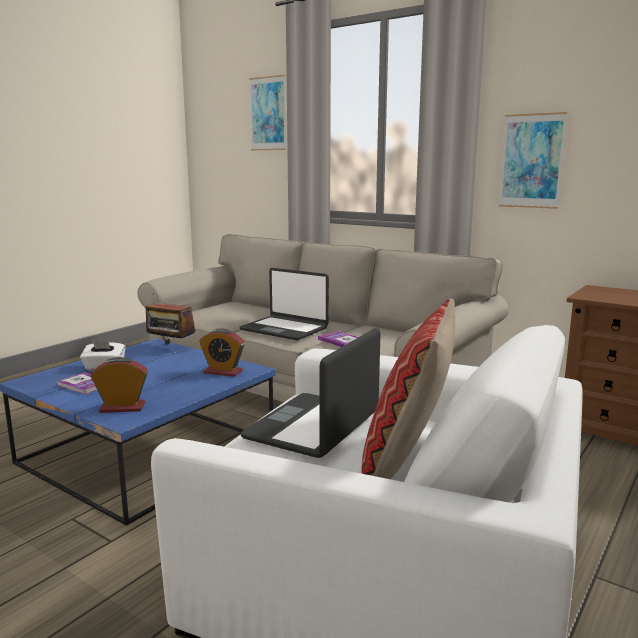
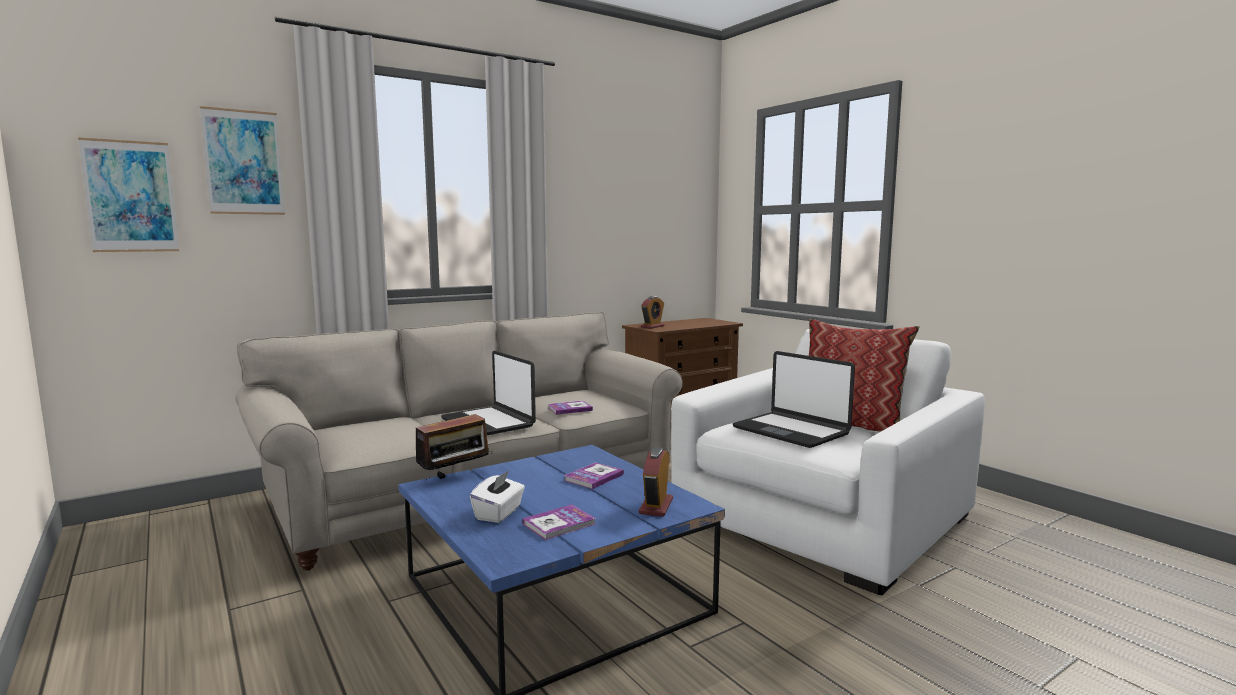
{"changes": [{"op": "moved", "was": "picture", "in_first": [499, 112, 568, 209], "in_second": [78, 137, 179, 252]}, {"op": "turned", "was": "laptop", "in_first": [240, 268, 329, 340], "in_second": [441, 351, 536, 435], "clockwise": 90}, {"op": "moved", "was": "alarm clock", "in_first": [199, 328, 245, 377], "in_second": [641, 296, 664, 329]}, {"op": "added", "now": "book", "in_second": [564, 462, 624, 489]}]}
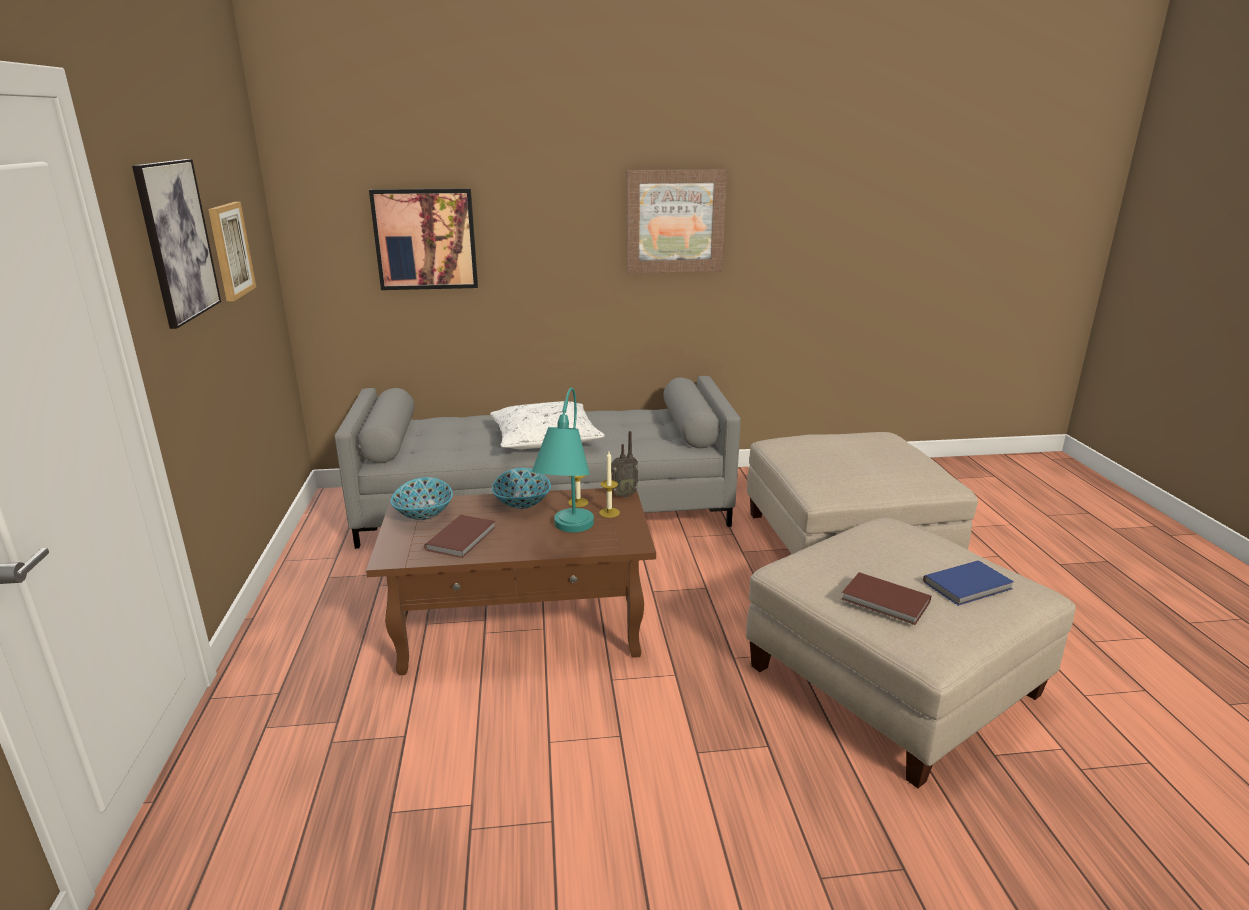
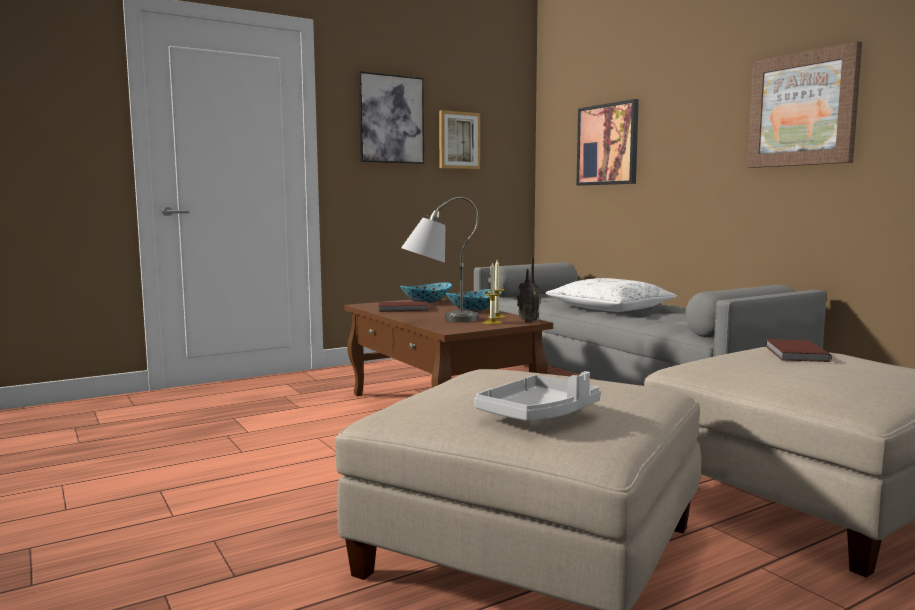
{"changes": [{"op": "recoloured", "was": "table lamp (turquoise)", "now": "table lamp (grey)", "in_first": [532, 388, 594, 532], "in_second": [401, 197, 479, 322]}, {"op": "replaced", "was": "book (blue)", "now": "tray (grey)", "in_first": [923, 560, 1014, 606], "in_second": [474, 371, 601, 421]}, {"op": "moved", "was": "book (brown)", "in_first": [841, 572, 931, 625], "in_second": [765, 339, 832, 362]}]}
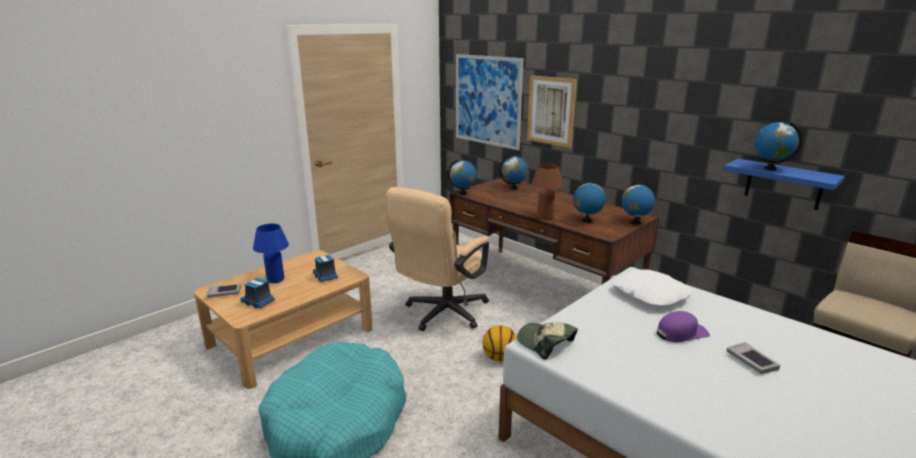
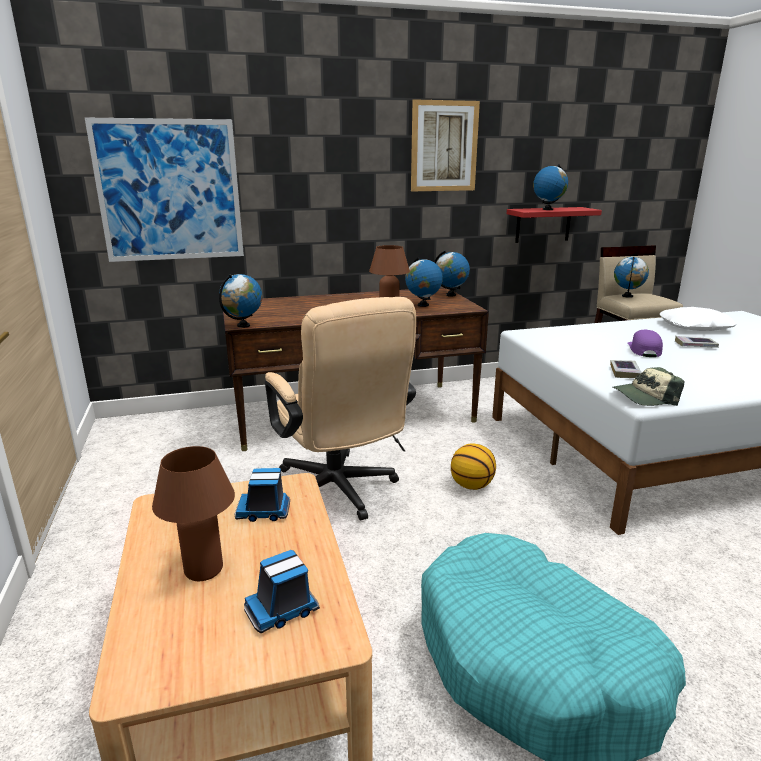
{"changes": [{"op": "moved", "was": "picture", "in_first": [527, 75, 577, 148], "in_second": [411, 99, 480, 191]}, {"op": "moved", "was": "globe", "in_first": [500, 156, 528, 190], "in_second": [614, 257, 649, 298]}, {"op": "recoloured", "was": "shelf (blue)", "now": "shelf (red)", "in_first": [724, 159, 845, 210], "in_second": [507, 207, 602, 243]}, {"op": "recoloured", "was": "table lamp (blue)", "now": "table lamp (brown)", "in_first": [253, 224, 289, 283], "in_second": [152, 446, 235, 581]}, {"op": "moved", "was": "pillow (white)", "in_first": [613, 269, 692, 307], "in_second": [660, 307, 736, 331]}, {"op": "moved", "was": "book", "in_first": [207, 284, 241, 298], "in_second": [610, 360, 642, 378]}]}
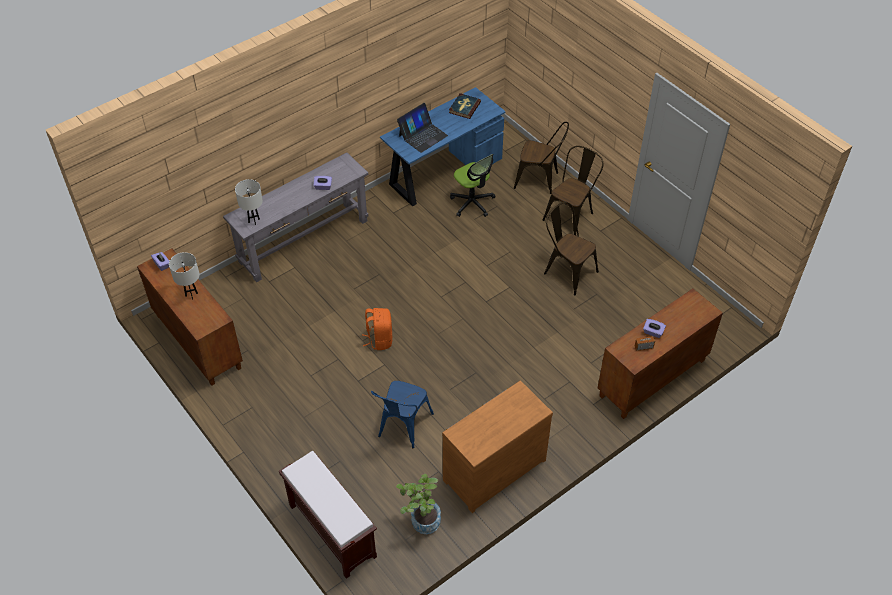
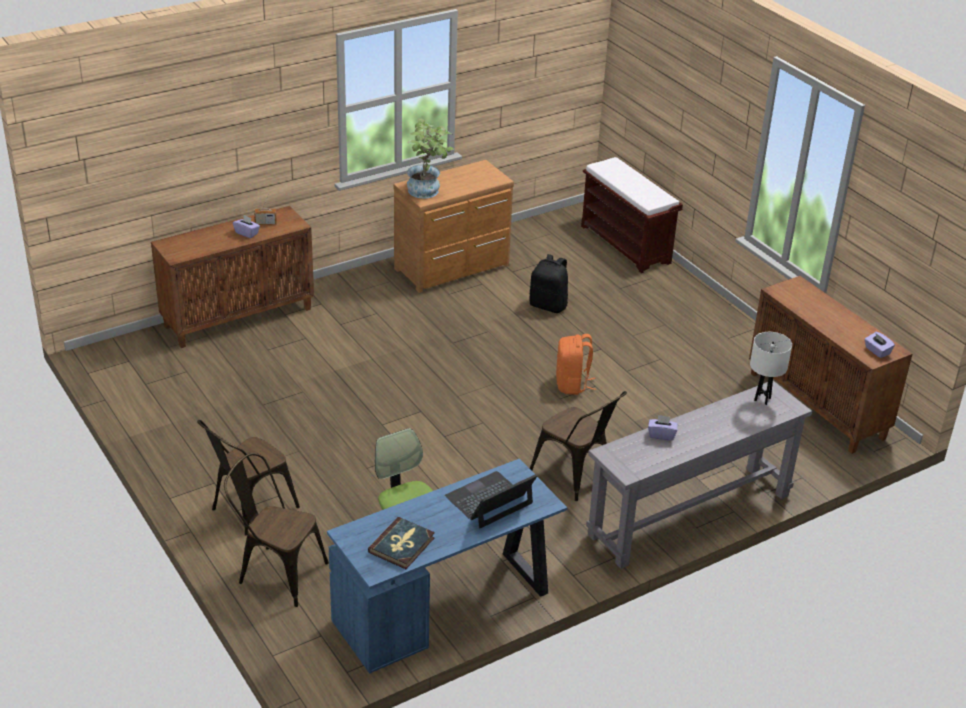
{"changes": [{"op": "moved", "was": "chair (brown)", "in_first": [544, 202, 599, 295], "in_second": [530, 391, 627, 501]}, {"op": "removed", "was": "table lamp (white)", "in_first": [169, 252, 199, 299]}, {"op": "replaced", "was": "chair (blue)", "now": "backpack (black)", "in_first": [371, 381, 434, 448], "in_second": [529, 254, 568, 313]}, {"op": "moved", "was": "potted plant", "in_first": [396, 474, 441, 534], "in_second": [407, 118, 454, 199]}]}
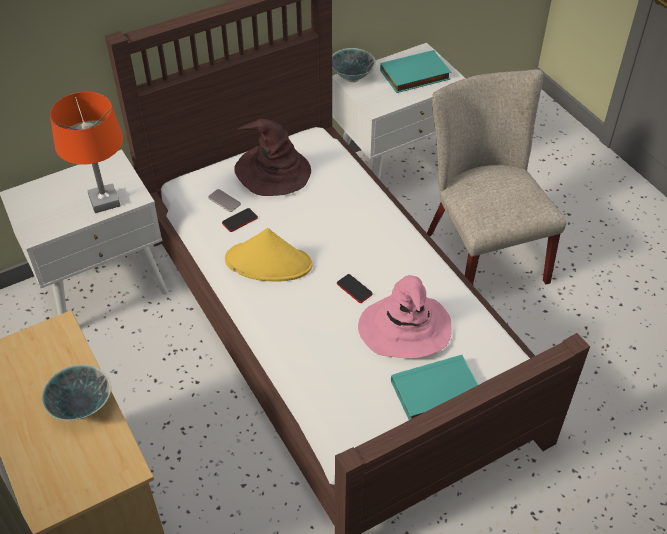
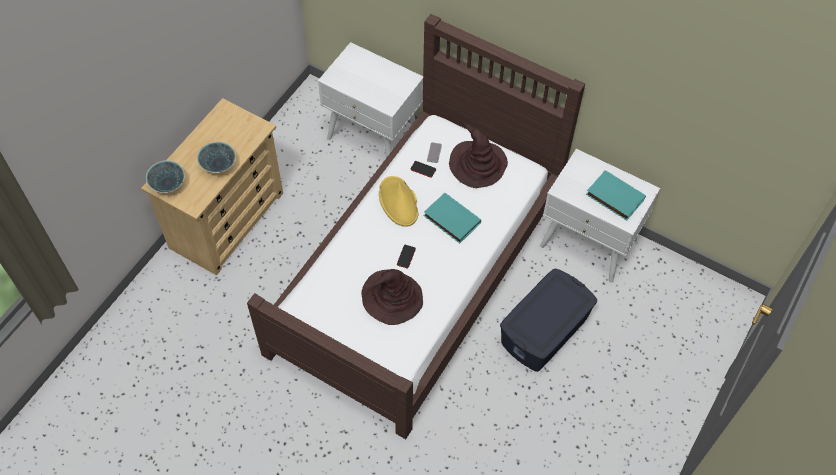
{"changes": [{"op": "moved", "was": "bowl", "in_first": [332, 48, 376, 82], "in_second": [146, 160, 185, 193]}, {"op": "replaced", "was": "chair (beige)", "now": "storage box (blue)", "in_first": [427, 69, 566, 285], "in_second": [500, 269, 597, 372]}, {"op": "removed", "was": "table lamp (orange)", "in_first": [50, 92, 123, 213]}, {"op": "recoloured", "was": "hat (pink)", "now": "hat (brown)", "in_first": [358, 275, 452, 358], "in_second": [361, 269, 423, 325]}, {"op": "moved", "was": "book (turquoise)", "in_first": [391, 355, 478, 420], "in_second": [423, 192, 481, 243]}]}
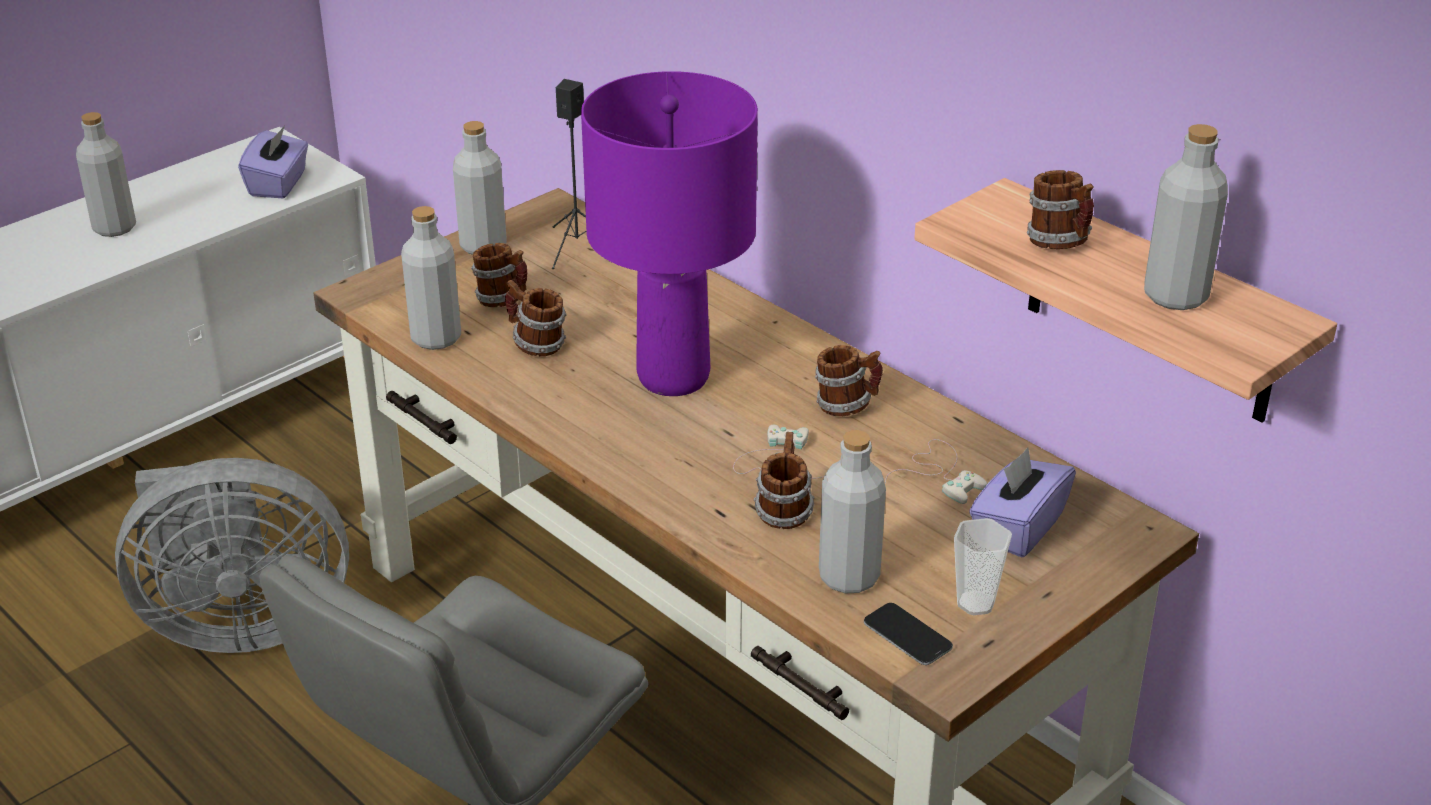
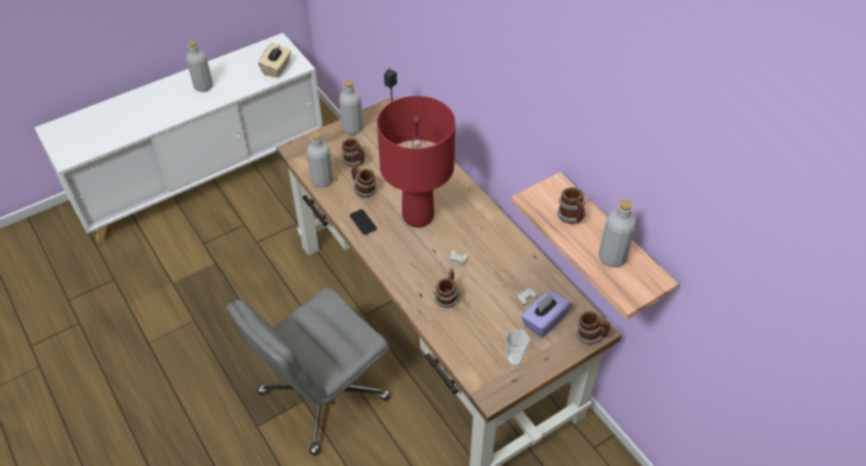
{"changes": [{"op": "recoloured", "was": "table lamp (purple)", "now": "table lamp (red)", "in_first": [581, 71, 758, 396], "in_second": [377, 96, 455, 228]}, {"op": "recoloured", "was": "tissue box (purple)", "now": "tissue box (beige)", "in_first": [238, 126, 308, 199], "in_second": [258, 43, 291, 78]}, {"op": "moved", "was": "mug", "in_first": [815, 345, 883, 416], "in_second": [577, 311, 610, 345]}, {"op": "removed", "was": "bottle (grey)", "in_first": [819, 430, 886, 593]}, {"op": "removed", "was": "fan (grey)", "in_first": [115, 458, 349, 653]}, {"op": "moved", "was": "phone", "in_first": [864, 603, 953, 665], "in_second": [350, 209, 377, 235]}]}
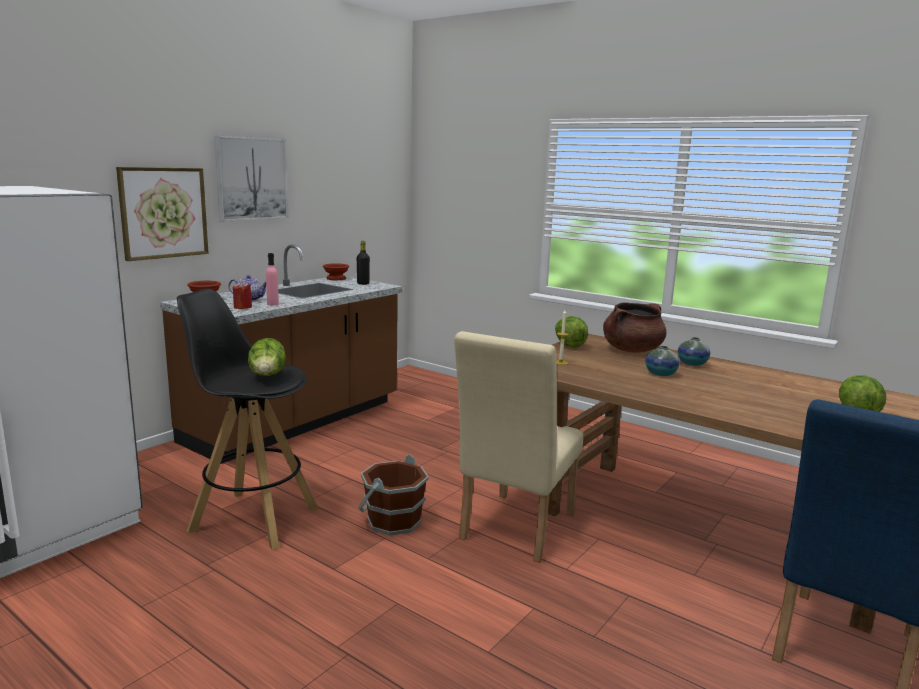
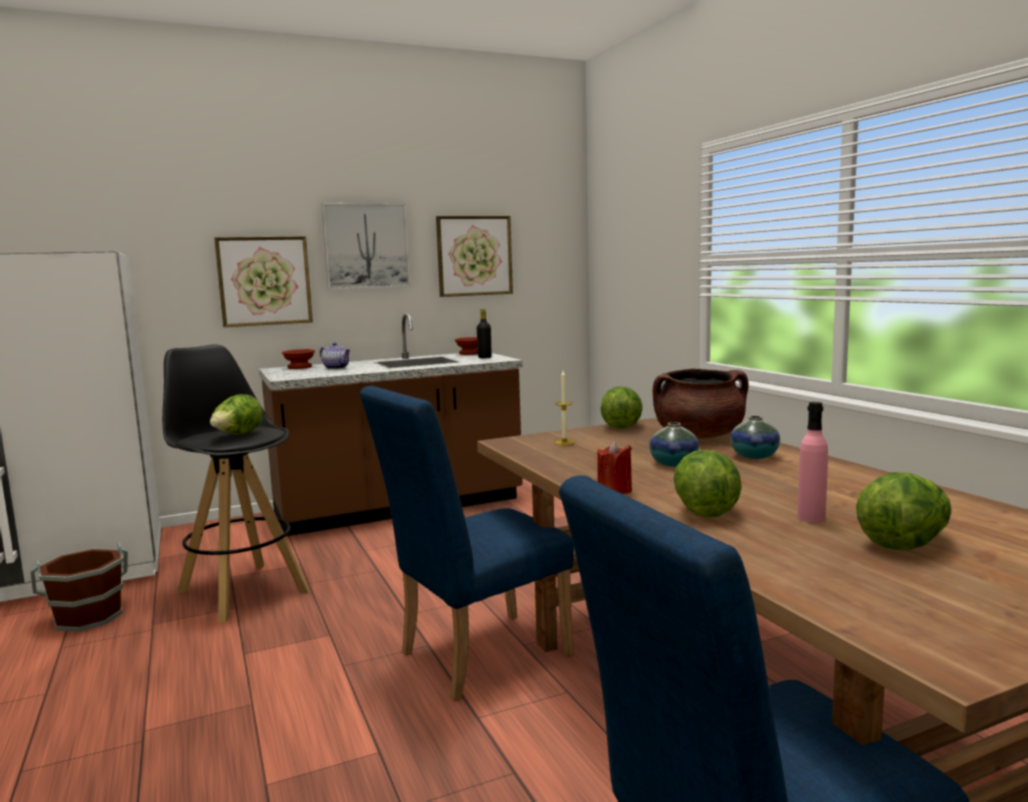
{"changes": [{"op": "moved", "was": "bottle (pink)", "in_first": [266, 253, 279, 305], "in_second": [797, 402, 828, 523]}, {"op": "moved", "was": "candle (red)", "in_first": [233, 282, 252, 309], "in_second": [597, 441, 632, 494]}, {"op": "recoloured", "was": "chair (beige)", "now": "chair (blue)", "in_first": [454, 331, 583, 563], "in_second": [359, 386, 574, 702]}, {"op": "moved", "was": "bucket (brown)", "in_first": [358, 454, 429, 536], "in_second": [30, 543, 127, 632]}, {"op": "added", "now": "picture", "in_second": [436, 216, 513, 297]}, {"op": "added", "now": "lettuce", "in_second": [674, 449, 742, 518]}]}
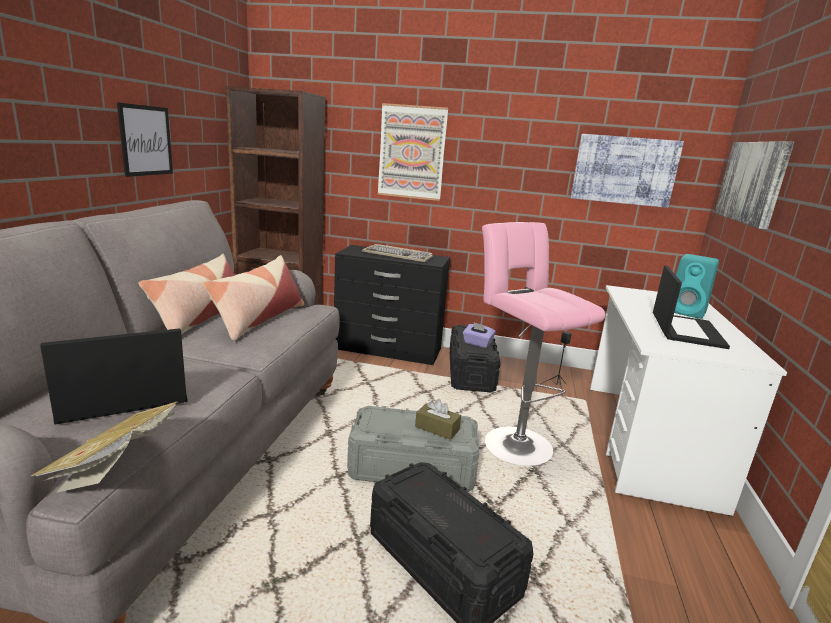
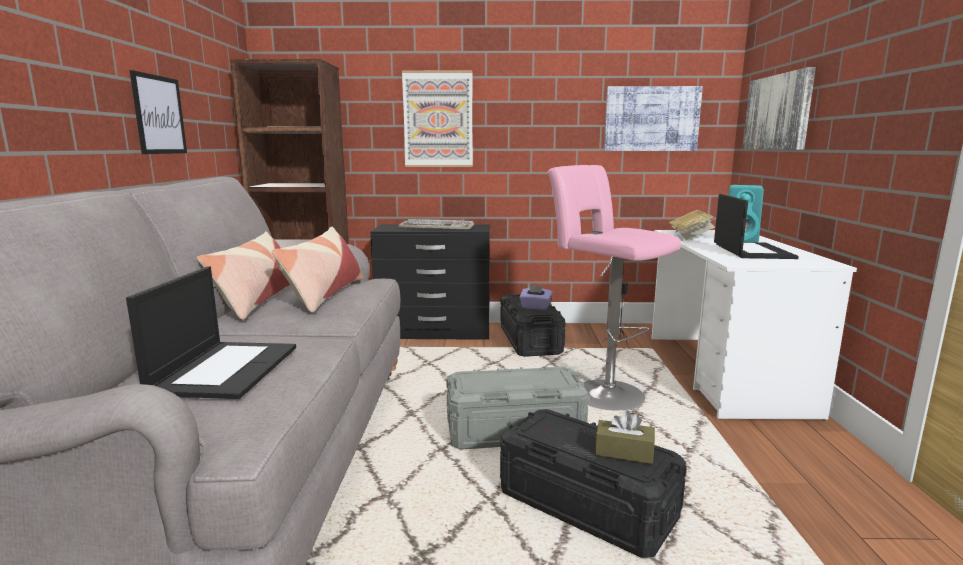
{"changes": [{"op": "turned", "was": "laptop", "in_first": [40, 329, 187, 424], "in_second": [126, 266, 296, 399], "clockwise": 135}, {"op": "moved", "was": "tissue box (brown)", "in_first": [415, 399, 461, 440], "in_second": [595, 410, 655, 464]}, {"op": "moved", "was": "book", "in_first": [31, 401, 178, 493], "in_second": [669, 210, 715, 240]}]}
